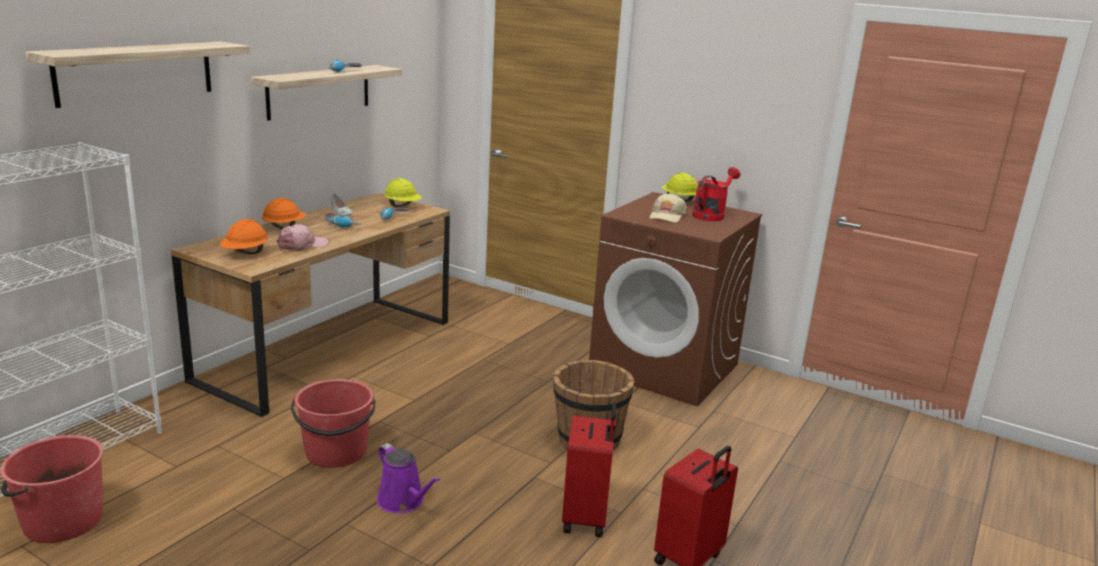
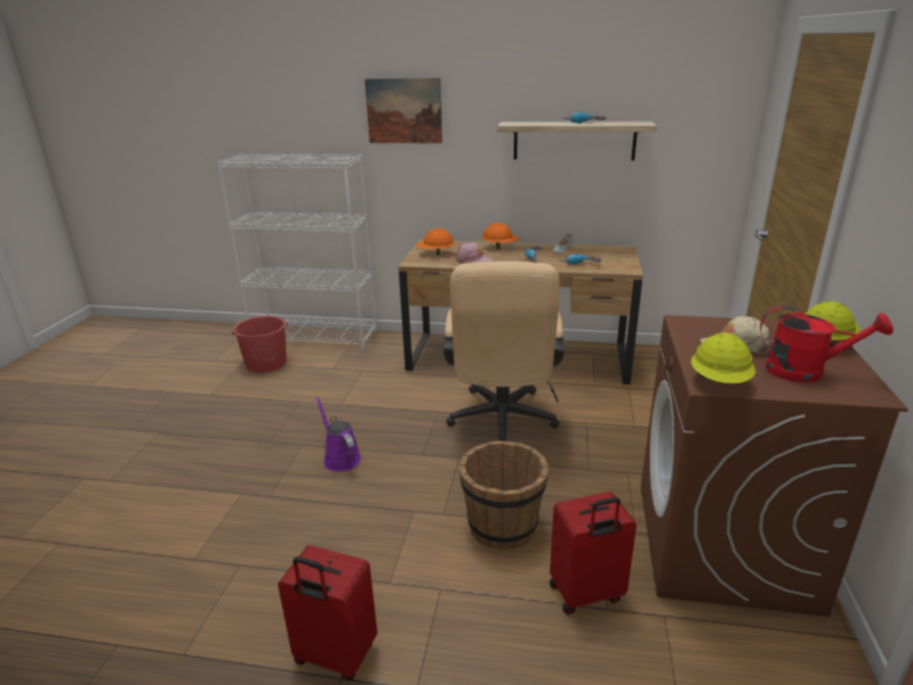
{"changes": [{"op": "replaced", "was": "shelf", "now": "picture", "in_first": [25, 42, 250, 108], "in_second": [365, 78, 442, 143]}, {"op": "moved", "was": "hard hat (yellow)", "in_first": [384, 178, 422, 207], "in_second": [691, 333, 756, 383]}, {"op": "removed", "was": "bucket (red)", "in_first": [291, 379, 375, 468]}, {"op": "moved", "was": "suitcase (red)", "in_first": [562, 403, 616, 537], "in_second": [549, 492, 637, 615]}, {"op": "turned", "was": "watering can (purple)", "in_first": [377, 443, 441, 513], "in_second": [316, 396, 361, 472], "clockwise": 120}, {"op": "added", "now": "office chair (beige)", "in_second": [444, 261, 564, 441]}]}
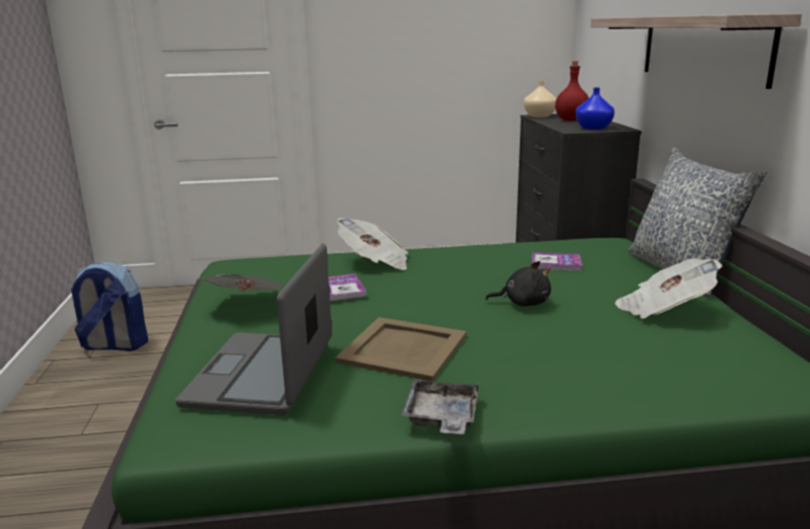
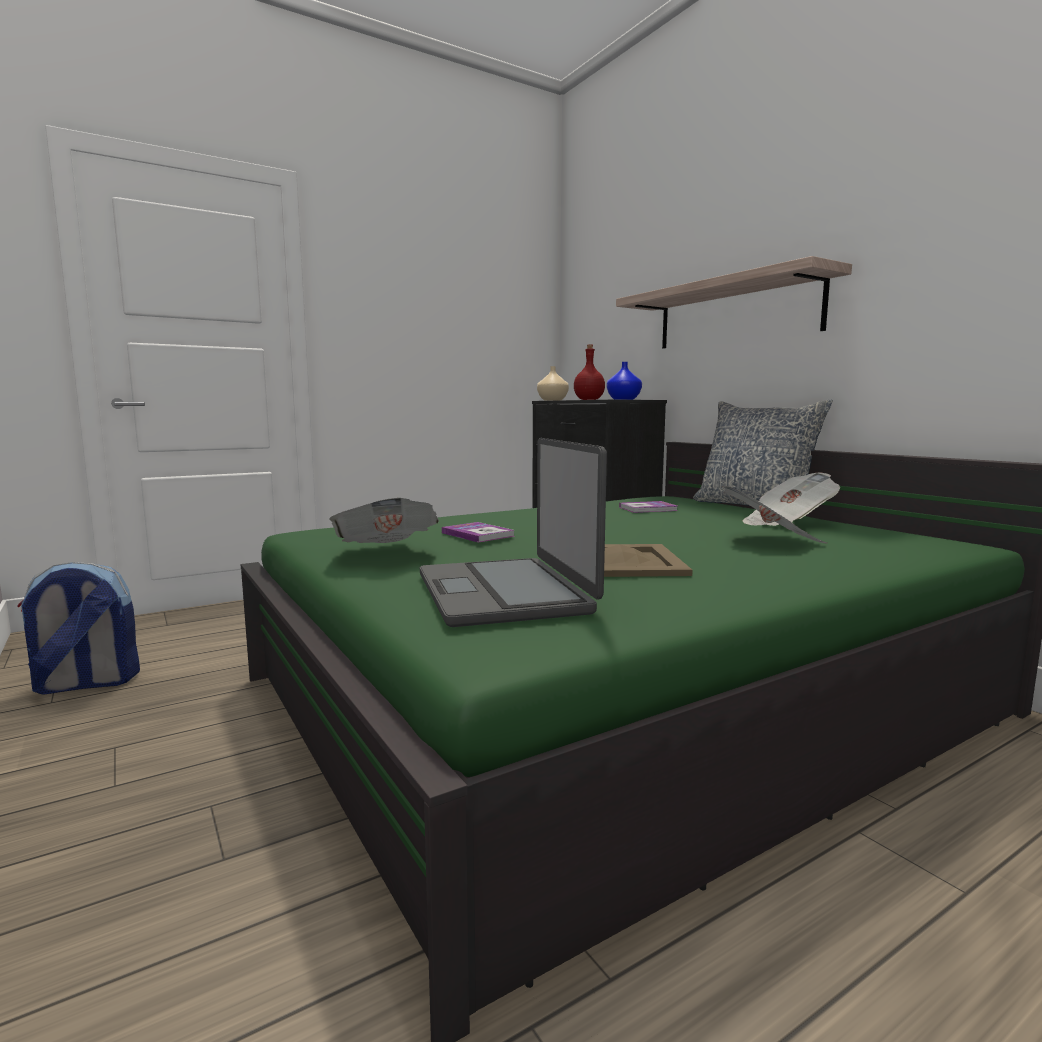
{"changes": [{"op": "moved", "was": "newspaper", "in_first": [337, 218, 408, 270], "in_second": [721, 486, 827, 543]}, {"op": "removed", "was": "plush toy (black)", "in_first": [485, 261, 551, 306]}, {"op": "removed", "was": "tray (grey)", "in_first": [401, 379, 479, 434]}]}
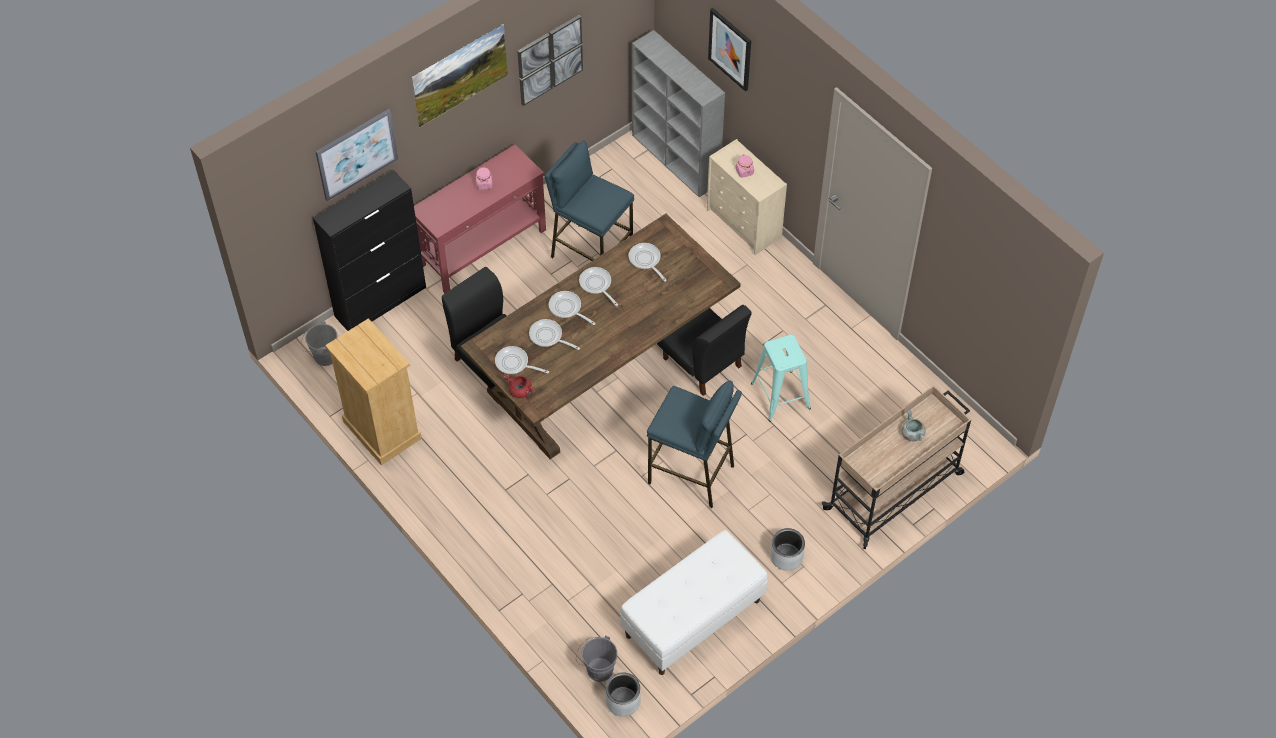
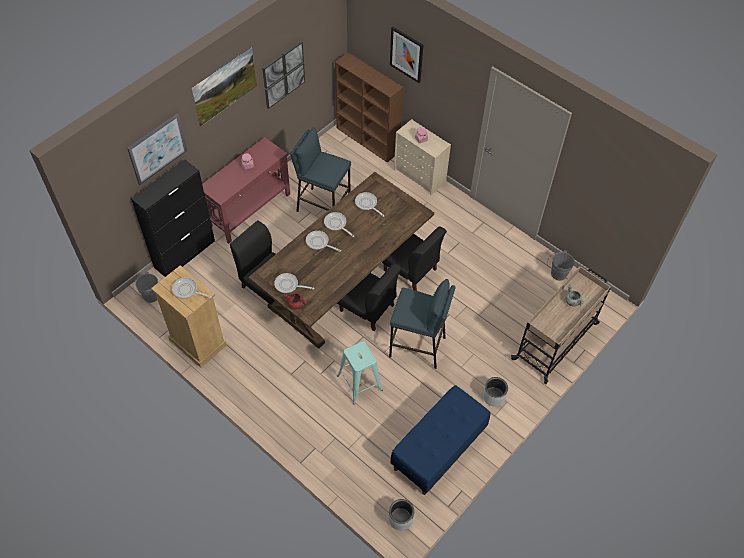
{"changes": [{"op": "recoloured", "was": "bookcase (grey)", "now": "bookcase (brown)", "in_first": [632, 30, 725, 197], "in_second": [335, 53, 403, 163]}, {"op": "moved", "was": "frying pan", "in_first": [529, 319, 580, 350], "in_second": [172, 277, 212, 299]}, {"op": "moved", "was": "stool (turquoise)", "in_first": [751, 334, 811, 422], "in_second": [337, 341, 383, 404]}, {"op": "recoloured", "was": "bench (white)", "now": "bench (blue)", "in_first": [620, 530, 768, 675], "in_second": [391, 385, 490, 495]}, {"op": "moved", "was": "bucket (grey)", "in_first": [576, 635, 617, 682], "in_second": [547, 250, 574, 281]}, {"op": "added", "now": "chair (black)", "in_second": [337, 263, 402, 331]}]}
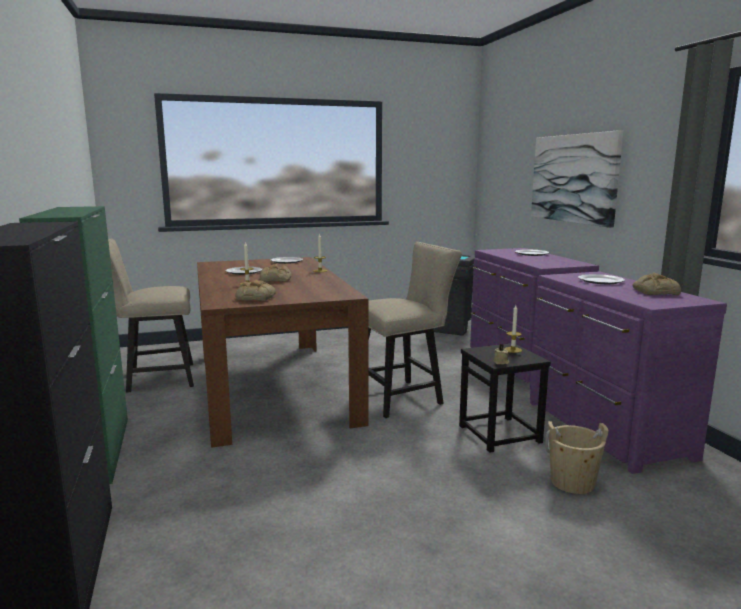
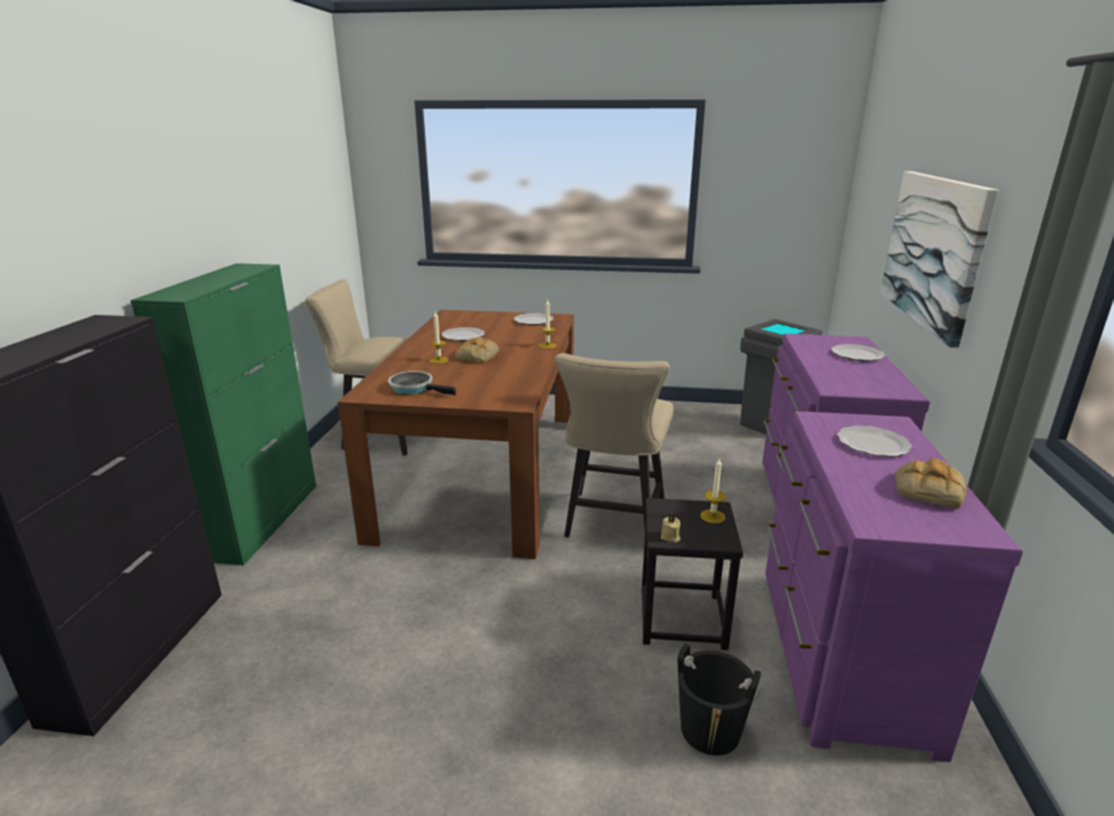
{"changes": [{"op": "turned", "was": "chair (beige)", "in_first": [368, 242, 462, 418], "in_second": [555, 353, 673, 537], "clockwise": 105}, {"op": "replaced", "was": "bread", "now": "frying pan", "in_first": [235, 280, 276, 301], "in_second": [388, 371, 456, 395]}, {"op": "recoloured", "was": "bucket (beige)", "now": "bucket (black)", "in_first": [545, 421, 609, 494], "in_second": [677, 644, 761, 755]}]}
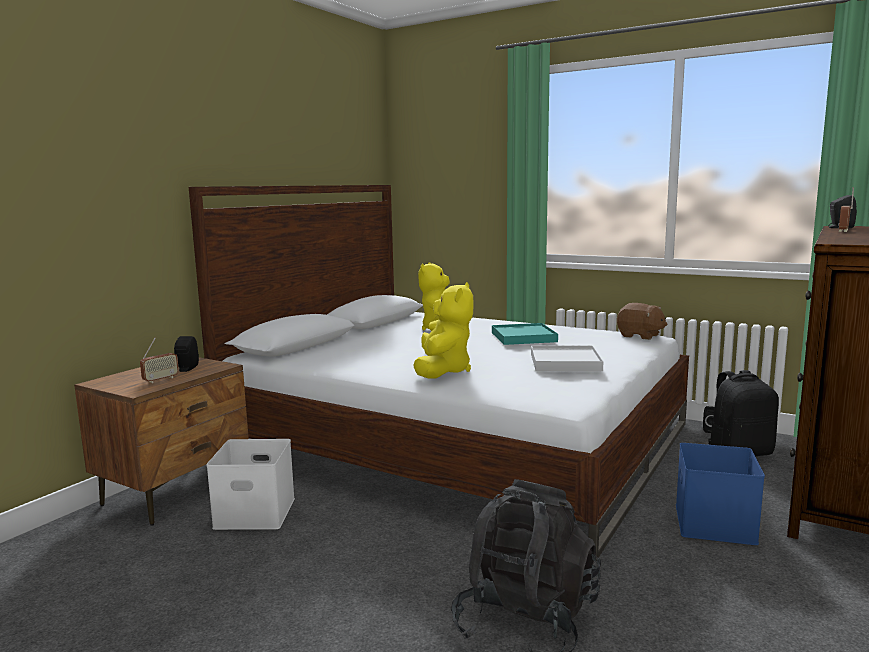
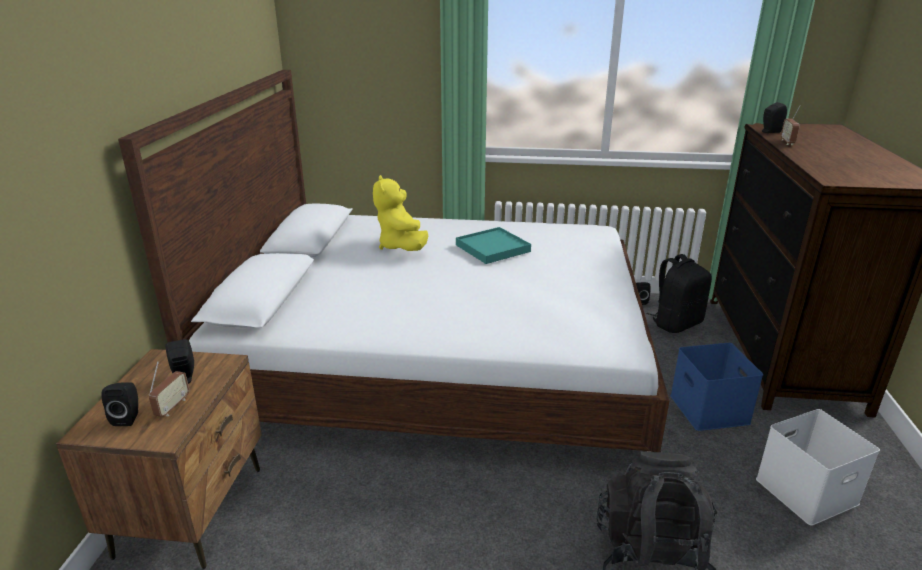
{"changes": [{"op": "removed", "was": "plush toy (yellow)", "in_first": [413, 282, 474, 379]}, {"op": "removed", "was": "plush toy (brown)", "in_first": [617, 303, 668, 340]}, {"op": "removed", "was": "tray (white)", "in_first": [531, 345, 603, 371]}, {"op": "moved", "was": "storage box (white)", "in_first": [206, 439, 295, 530], "in_second": [756, 409, 880, 526]}, {"op": "added", "now": "speaker (black)", "in_second": [101, 382, 138, 426]}]}
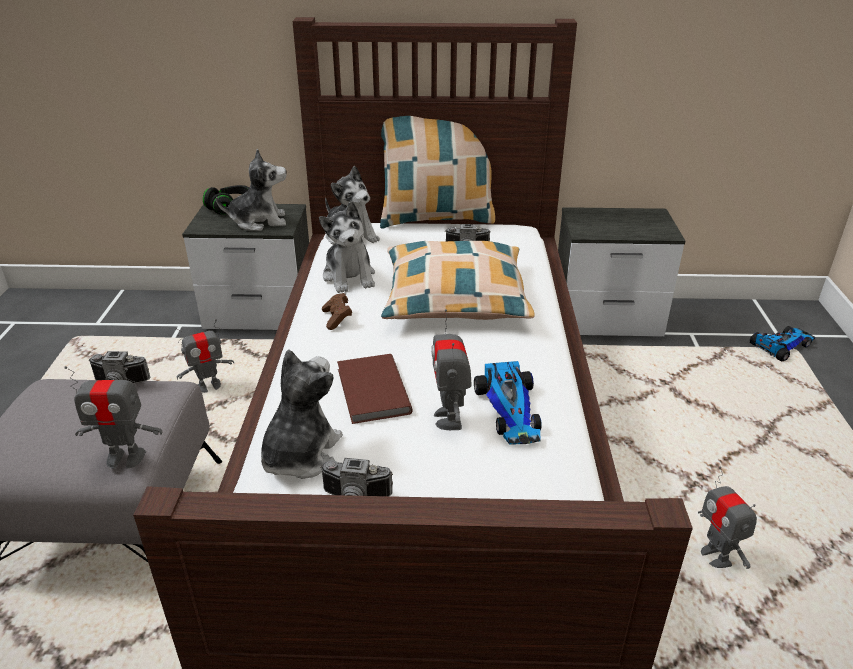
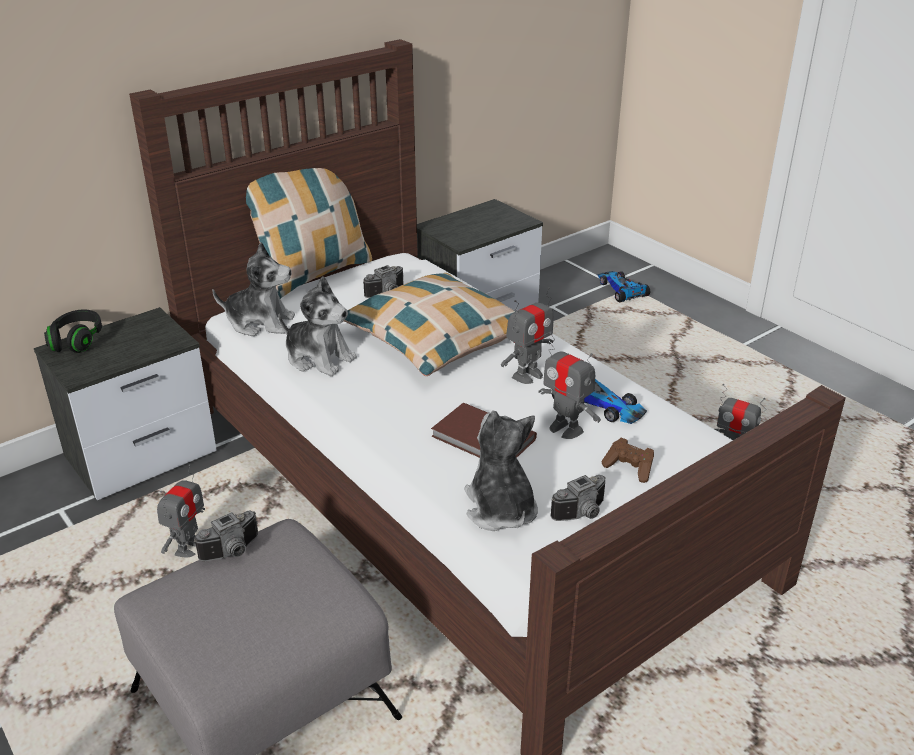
{"changes": [{"op": "removed", "was": "plush toy", "in_first": [216, 148, 286, 231]}, {"op": "moved", "was": "game controller (brown)", "in_first": [322, 293, 352, 330], "in_second": [602, 438, 654, 483]}, {"op": "turned", "was": "toy car", "in_first": [750, 326, 816, 362], "in_second": [597, 271, 650, 302], "clockwise": -45}, {"op": "moved", "was": "toy robot", "in_first": [64, 366, 162, 469], "in_second": [501, 287, 554, 384]}]}
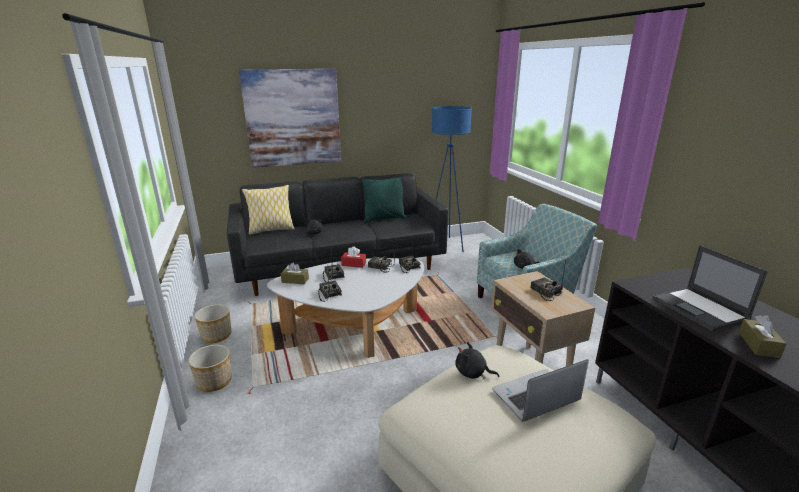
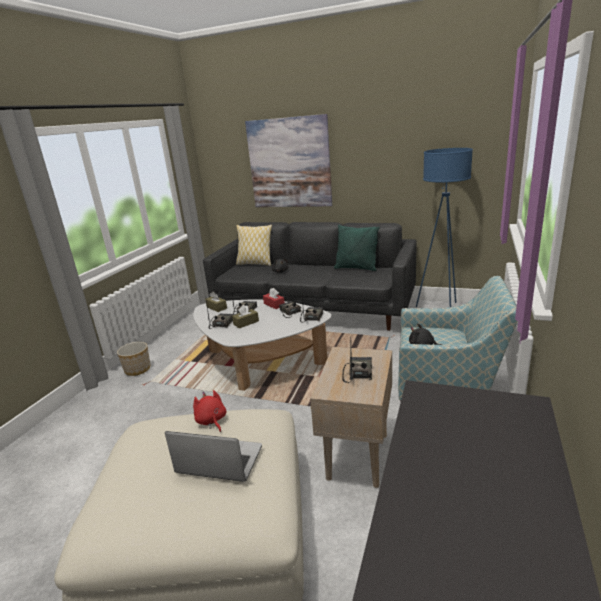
{"changes": [{"op": "removed", "was": "laptop", "in_first": [653, 245, 768, 331]}, {"op": "removed", "was": "planter", "in_first": [194, 304, 231, 343]}, {"op": "moved", "was": "tissue box (brown)", "in_first": [739, 315, 786, 358], "in_second": [232, 305, 259, 329]}, {"op": "recoloured", "was": "plush toy (black)", "now": "plush toy (red)", "in_first": [455, 342, 499, 379], "in_second": [193, 390, 226, 432]}]}
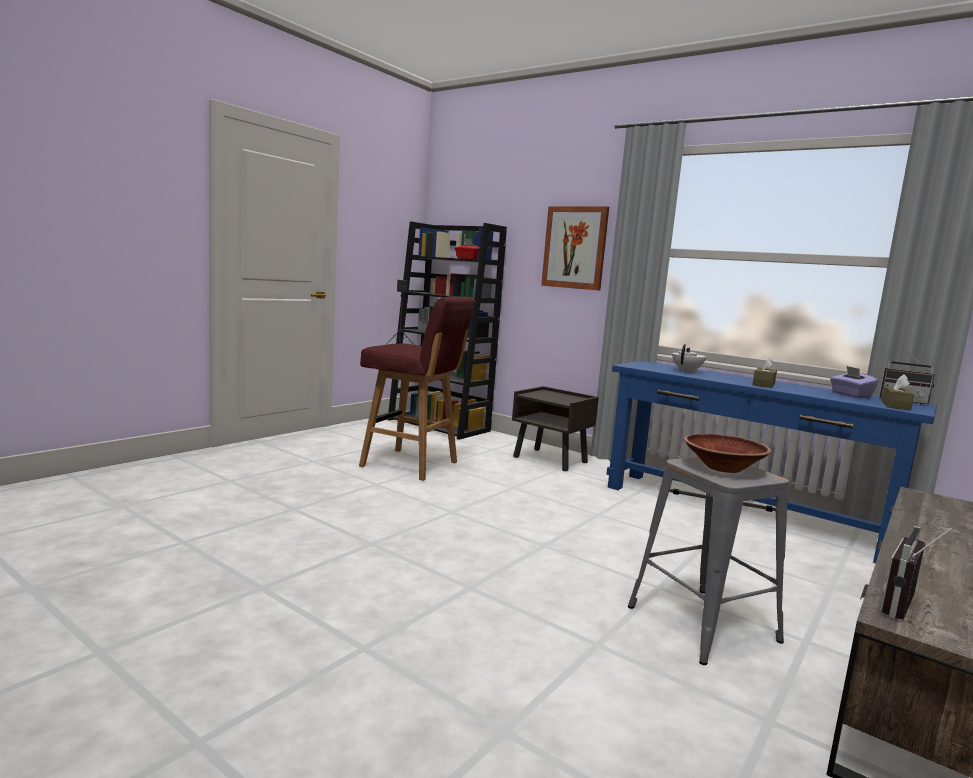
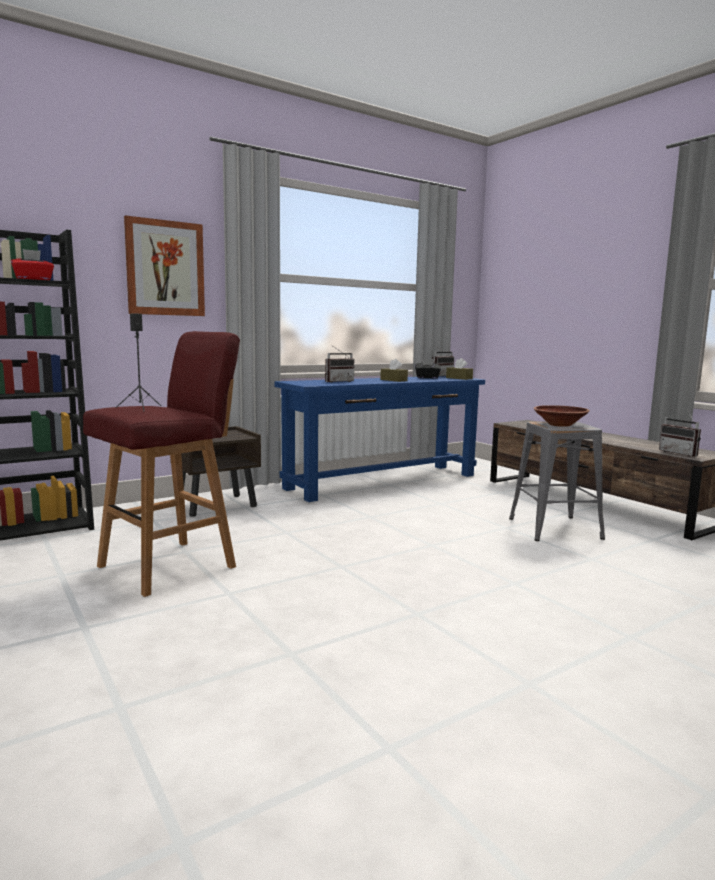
{"changes": [{"op": "replaced", "was": "teapot (white)", "now": "radio", "in_first": [672, 344, 706, 373], "in_second": [325, 346, 355, 383]}, {"op": "recoloured", "was": "tissue box (purple)", "now": "tissue box (black)", "in_first": [830, 366, 878, 398], "in_second": [415, 359, 441, 379]}]}
